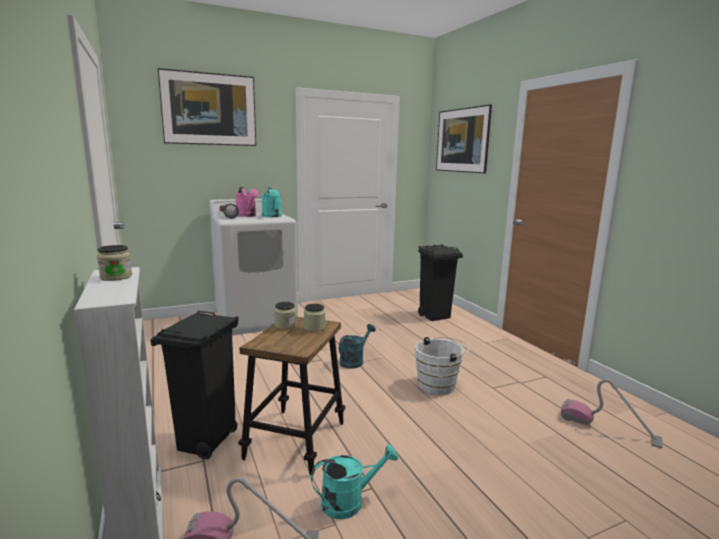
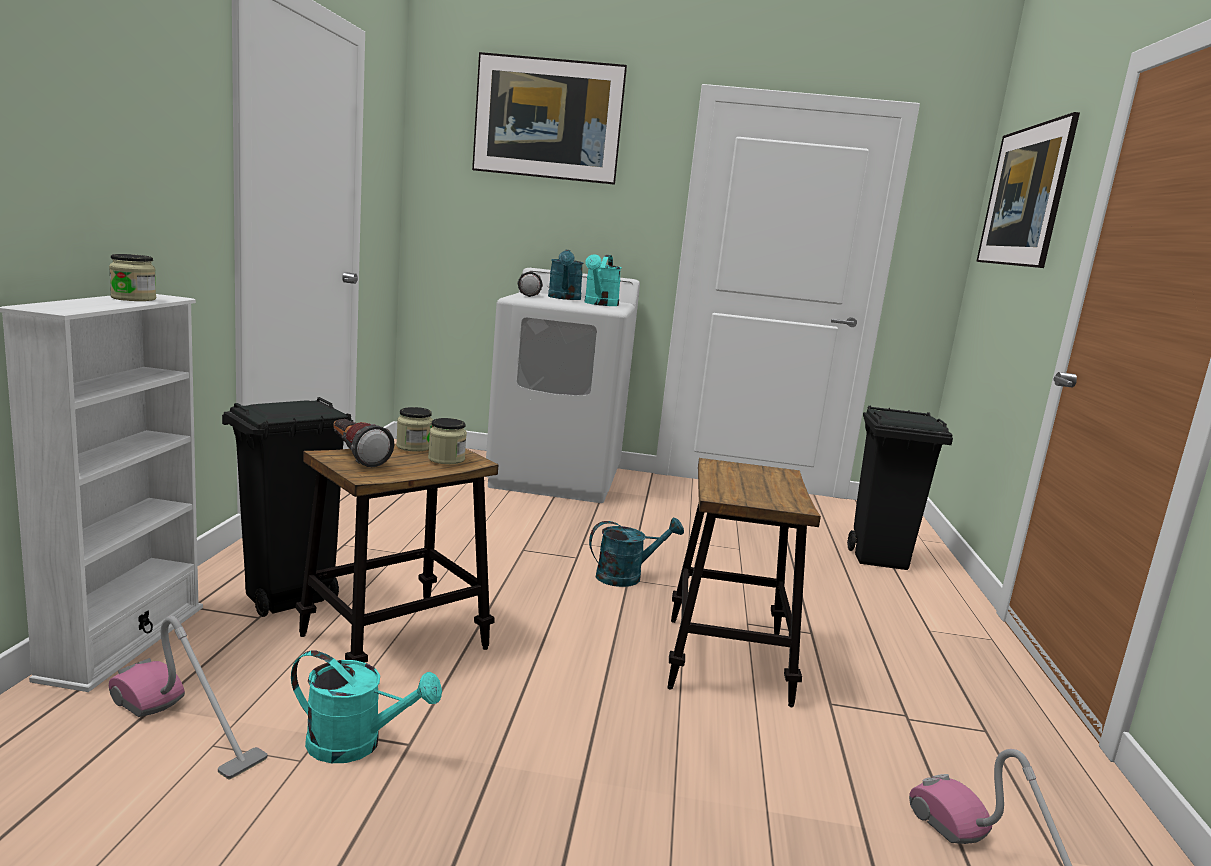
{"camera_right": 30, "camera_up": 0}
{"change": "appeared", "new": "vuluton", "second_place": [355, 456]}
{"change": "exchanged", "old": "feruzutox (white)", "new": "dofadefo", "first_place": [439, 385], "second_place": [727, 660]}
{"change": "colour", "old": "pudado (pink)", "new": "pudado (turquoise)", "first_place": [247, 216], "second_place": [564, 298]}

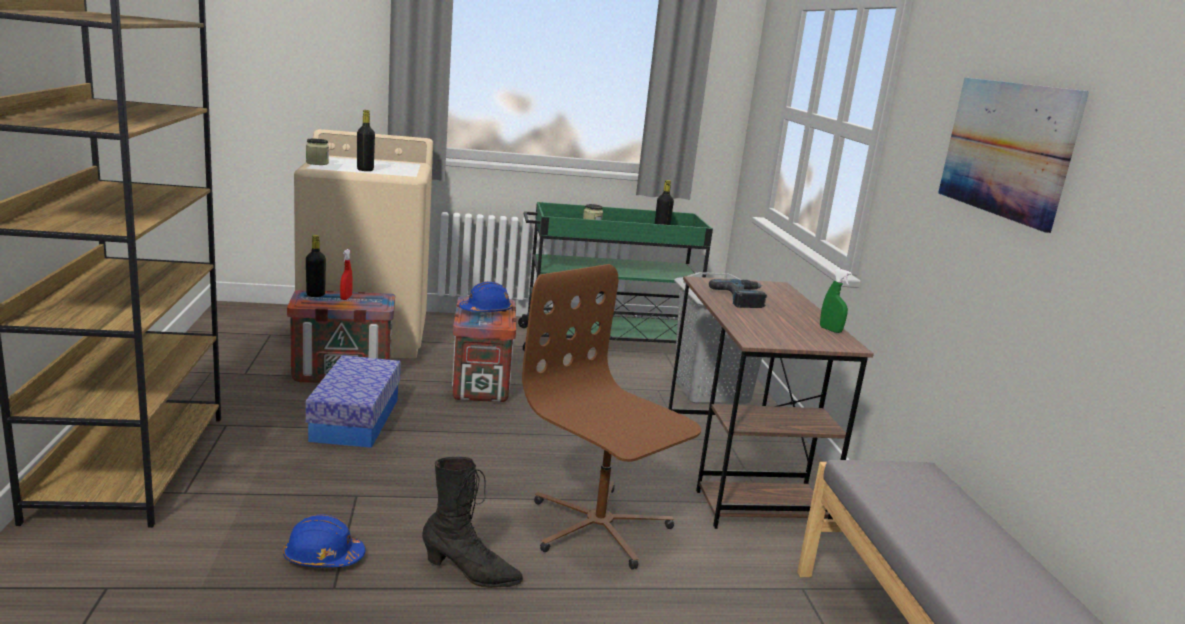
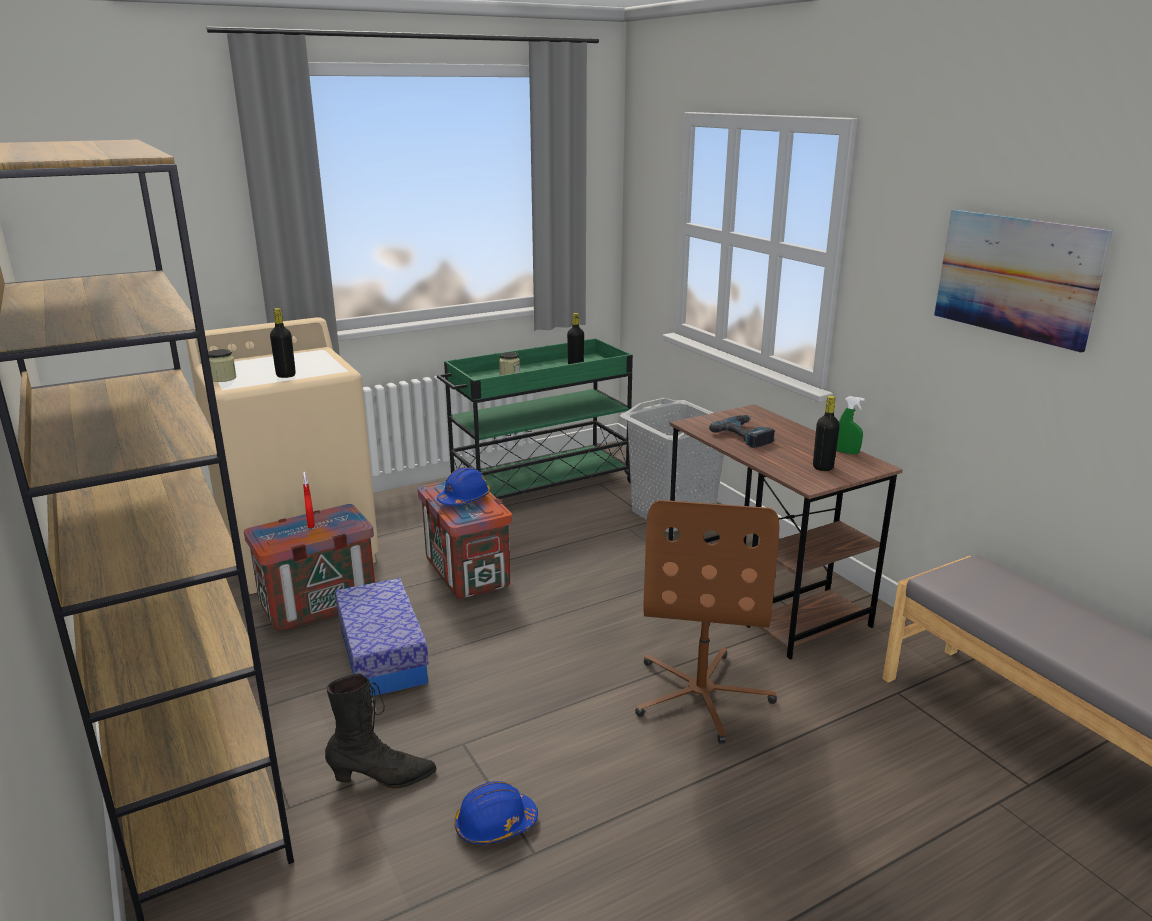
{"camera_right": -20, "camera_up": 5}
{"change": "relocated", "old": "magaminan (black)", "first_place": [315, 295], "second_place": [823, 467]}
{"change": "relocated", "old": "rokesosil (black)", "first_place": [470, 573], "second_place": [383, 778]}
{"change": "spun", "old": "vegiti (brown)", "first_place": [598, 527], "second_place": [701, 694], "degrees": -105}

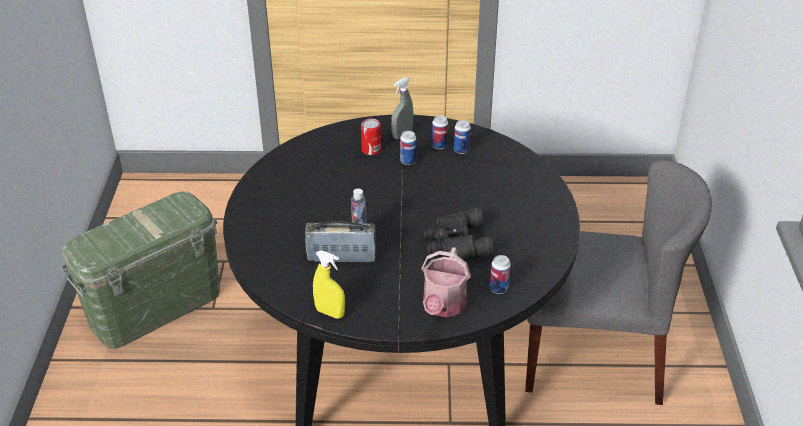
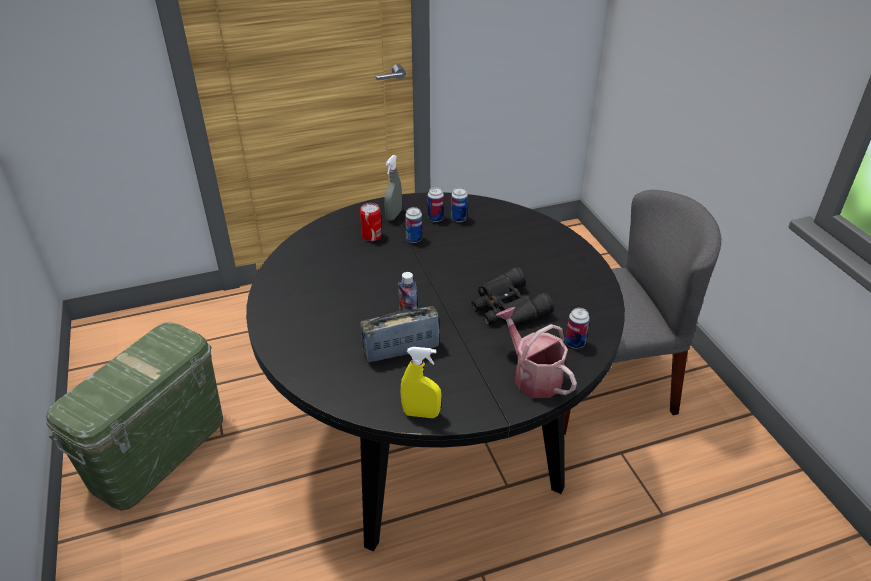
{"camera_right": -20, "camera_up": 0}
{"change": "spun", "old": "pudado", "first_place": [443, 306], "second_place": [533, 375], "degrees": 150}

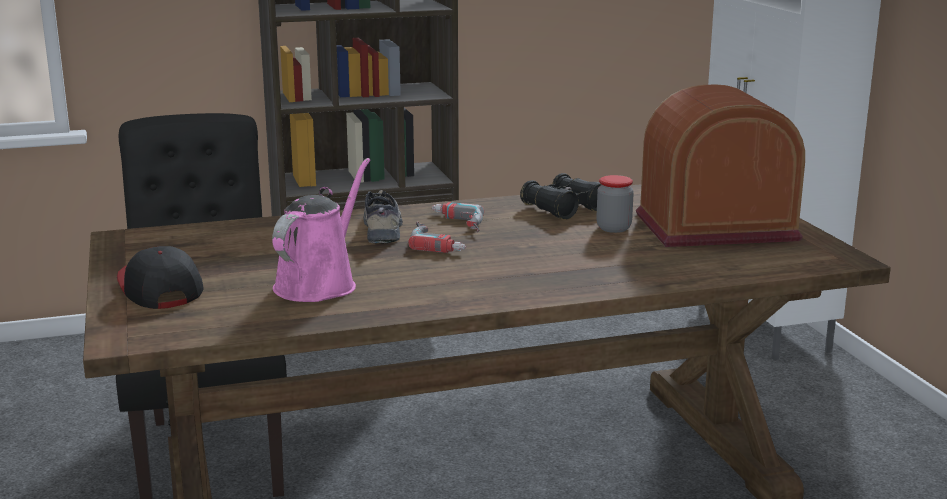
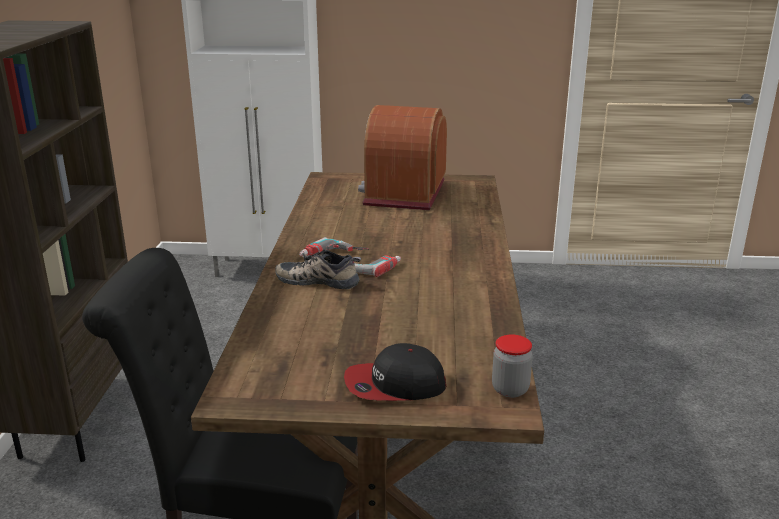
{"camera_right": -70, "camera_up": 5}
{"change": "missing", "old": "pudado (pink)", "first_place": [319, 284]}
{"change": "missing", "old": "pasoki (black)", "first_place": [564, 209]}
{"change": "relocated", "old": "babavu", "first_place": [613, 228], "second_place": [510, 389]}

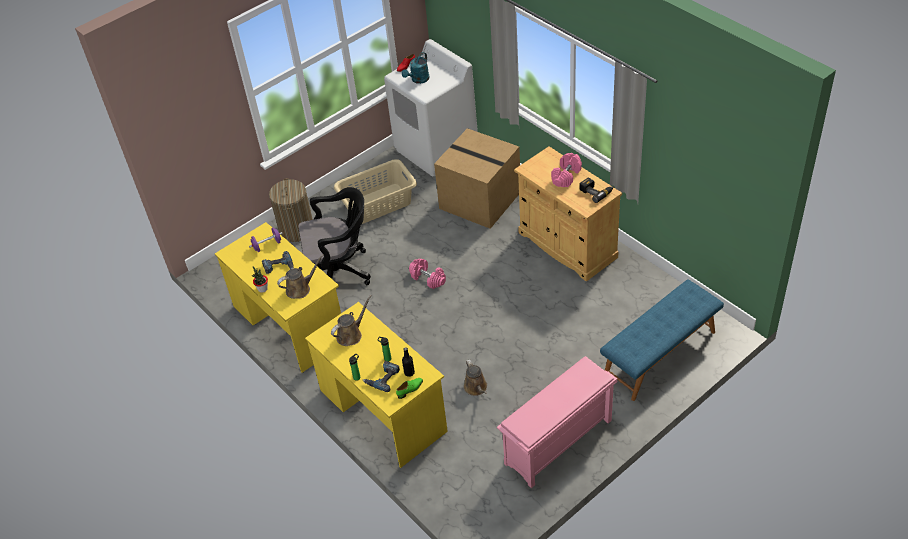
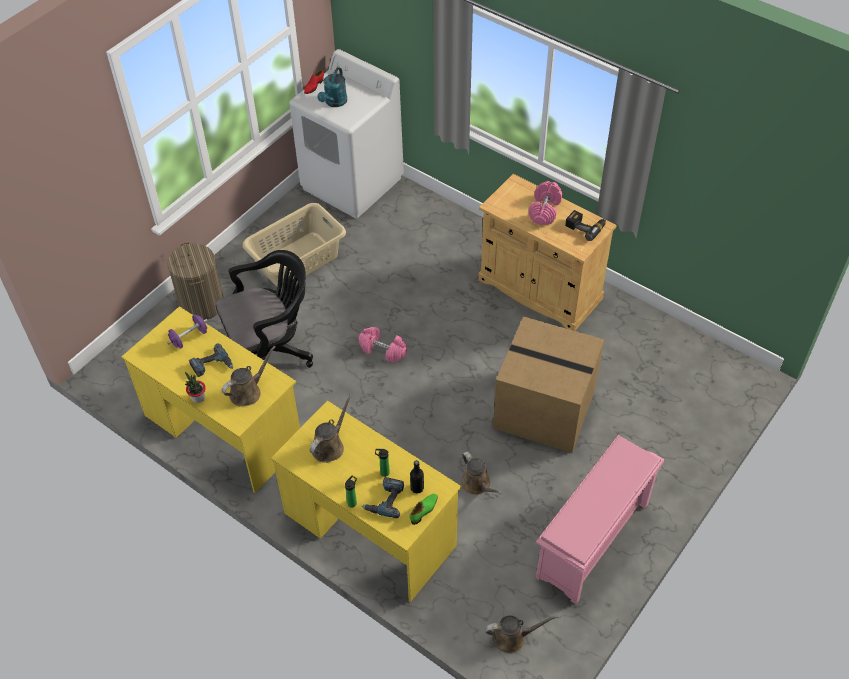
{"camera_right": -15, "camera_up": 5}
{"change": "missing", "old": "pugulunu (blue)", "first_place": [660, 355]}
{"change": "appeared", "new": "pudado (brown)", "second_place": [512, 637]}
{"change": "relocated", "old": "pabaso", "first_place": [481, 200], "second_place": [546, 407]}

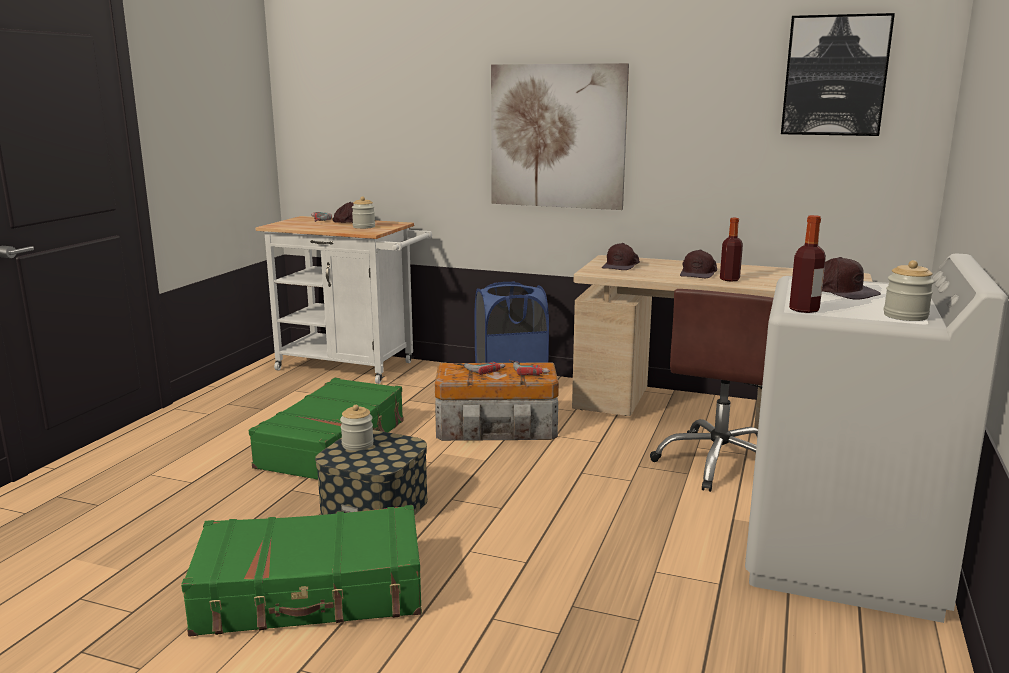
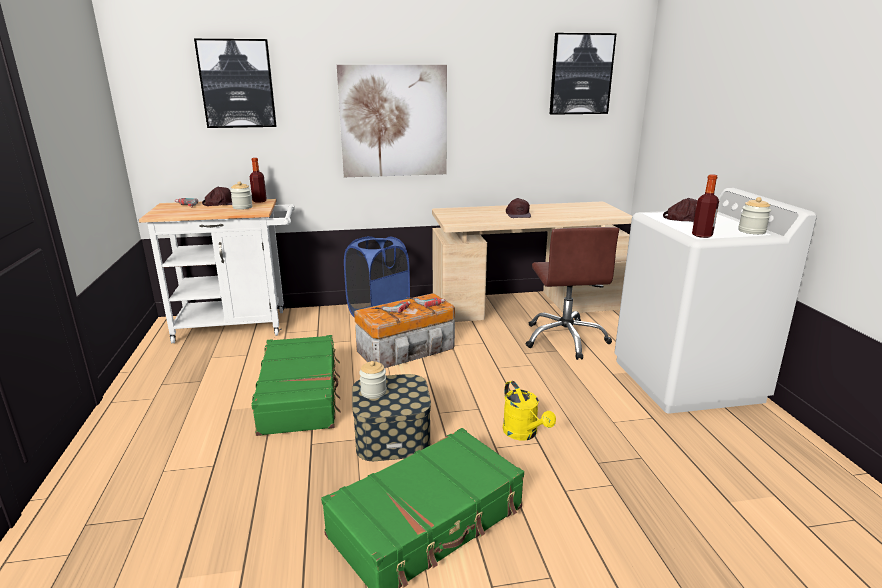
{"camera_right": -30, "camera_up": 5}
{"change": "missing", "old": "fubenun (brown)", "first_place": [621, 266]}
{"change": "appeared", "new": "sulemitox", "second_place": [237, 84]}
{"change": "appeared", "new": "pudado (yellow)", "second_place": [524, 434]}
{"change": "relocated", "old": "magaminan", "first_place": [729, 279], "second_place": [259, 201]}

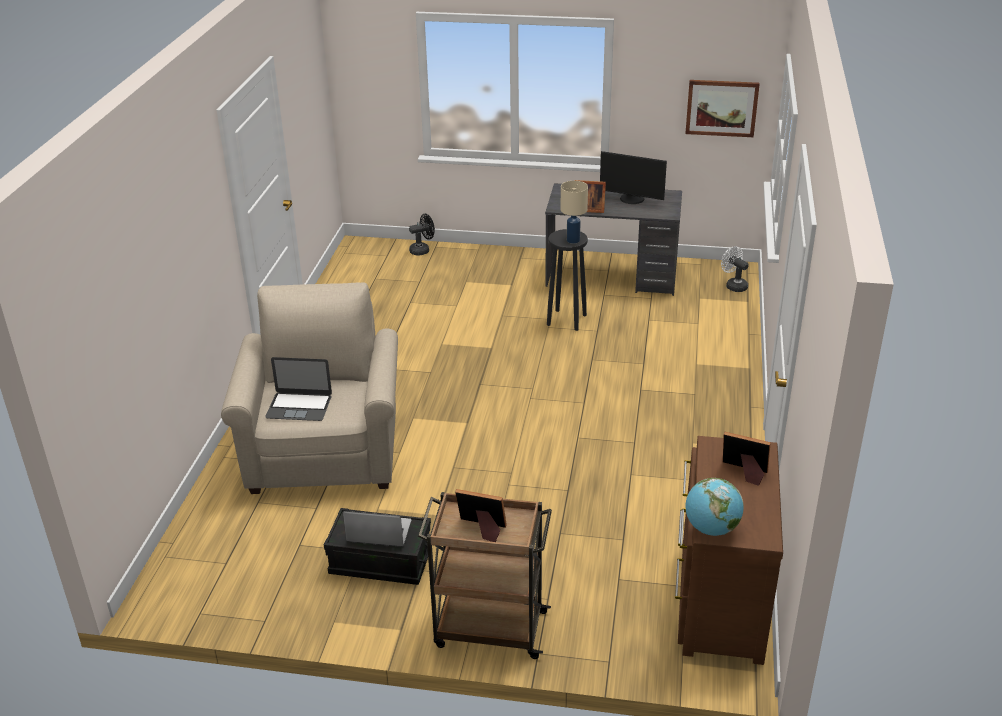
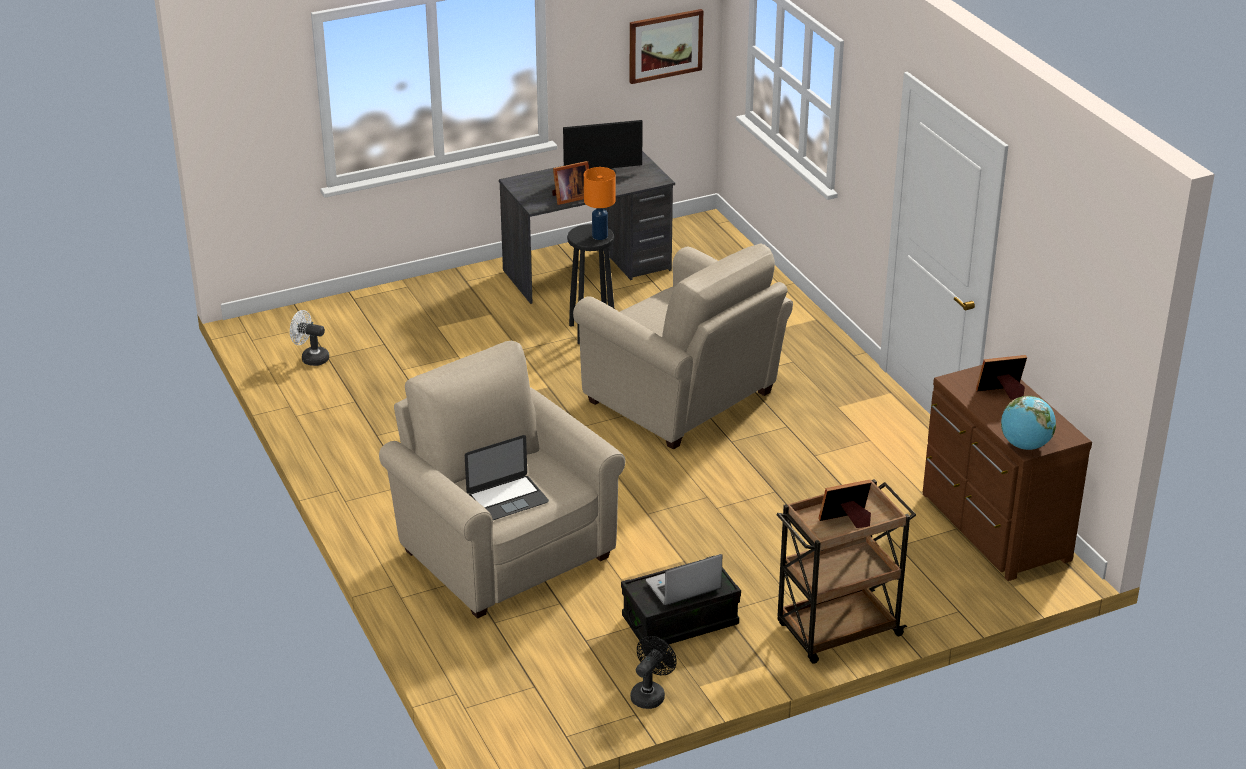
{"camera_right": -35, "camera_up": 0}
{"change": "appeared", "new": "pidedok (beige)", "second_place": [685, 400]}
{"change": "relocated", "old": "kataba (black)", "first_place": [422, 250], "second_place": [650, 694]}
{"change": "relocated", "old": "kataba (white)", "first_place": [734, 285], "second_place": [311, 358]}
{"change": "colour", "old": "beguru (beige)", "new": "beguru (orange)", "first_place": [572, 240], "second_place": [599, 236]}

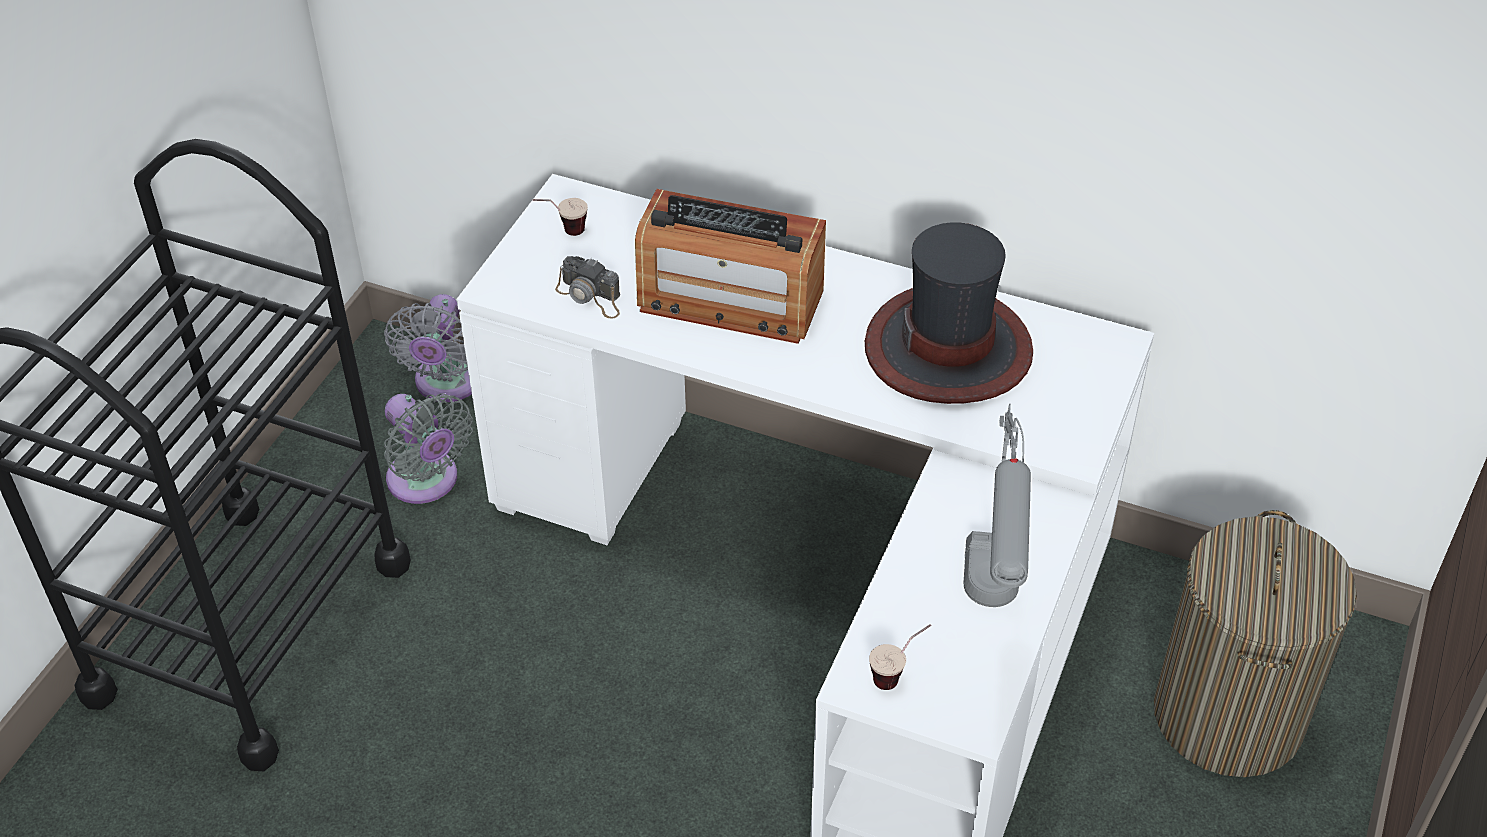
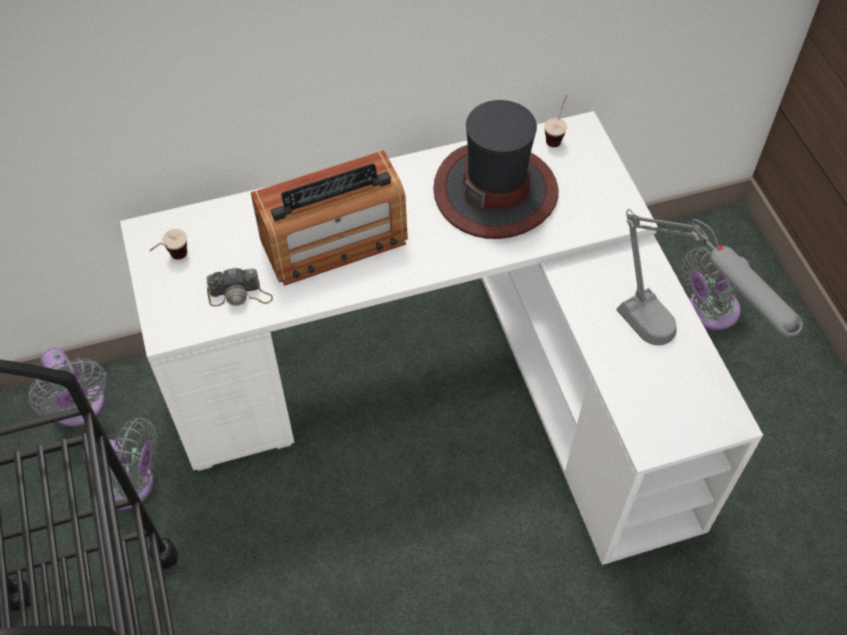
{"camera_right": -40, "camera_up": 10}
{"change": "relocated", "old": "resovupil", "first_place": [898, 674], "second_place": [556, 135]}
{"change": "exchanged", "old": "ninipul", "new": "kataba (grey)", "first_place": [1228, 716], "second_place": [708, 310]}

